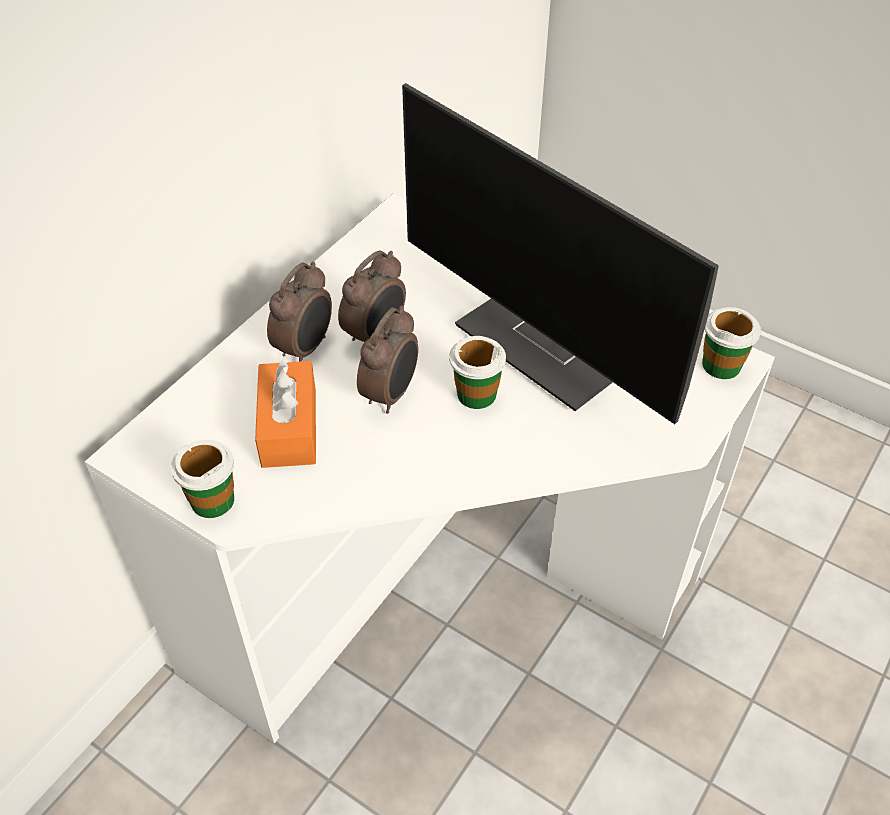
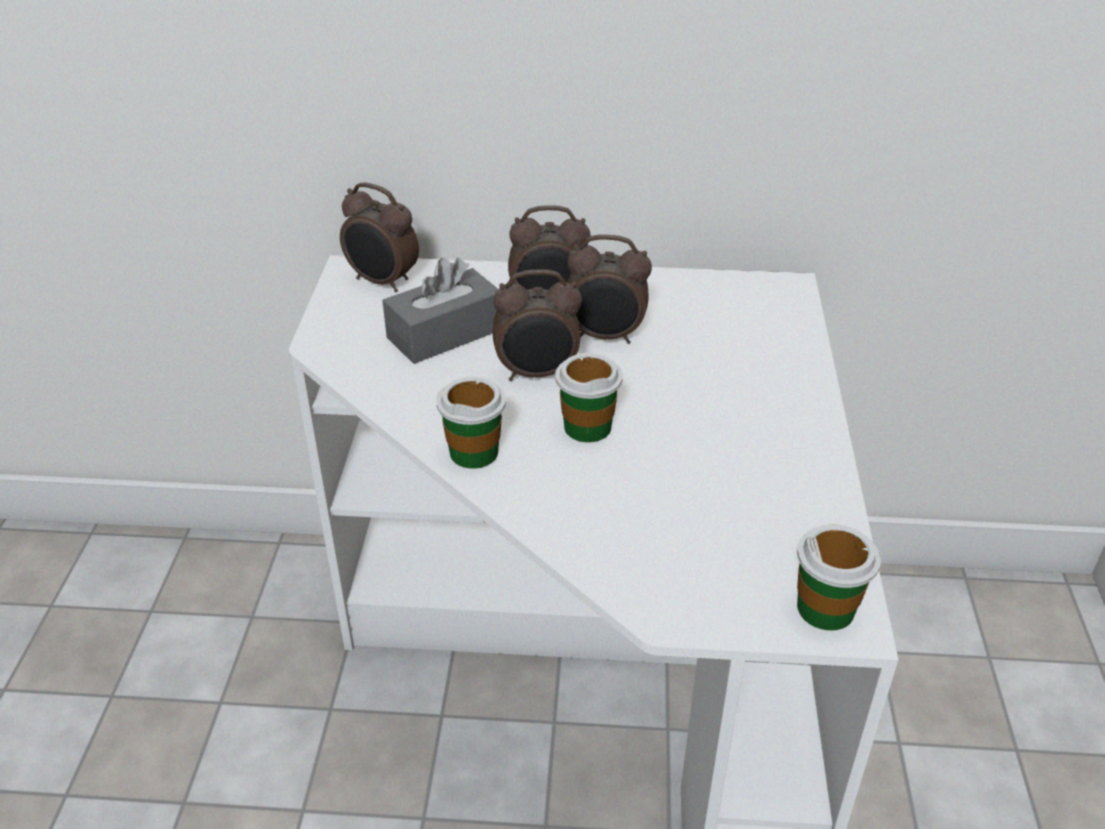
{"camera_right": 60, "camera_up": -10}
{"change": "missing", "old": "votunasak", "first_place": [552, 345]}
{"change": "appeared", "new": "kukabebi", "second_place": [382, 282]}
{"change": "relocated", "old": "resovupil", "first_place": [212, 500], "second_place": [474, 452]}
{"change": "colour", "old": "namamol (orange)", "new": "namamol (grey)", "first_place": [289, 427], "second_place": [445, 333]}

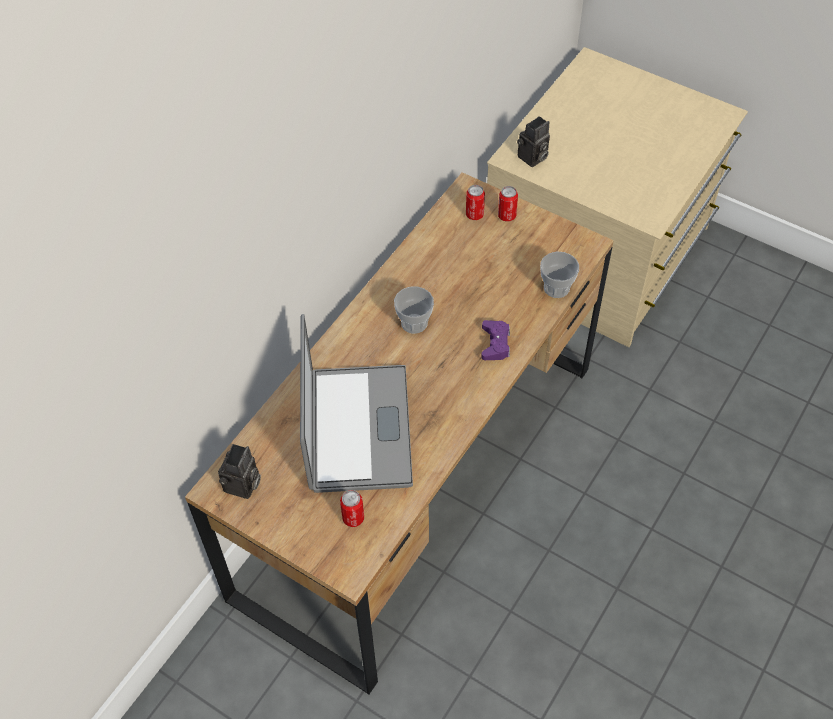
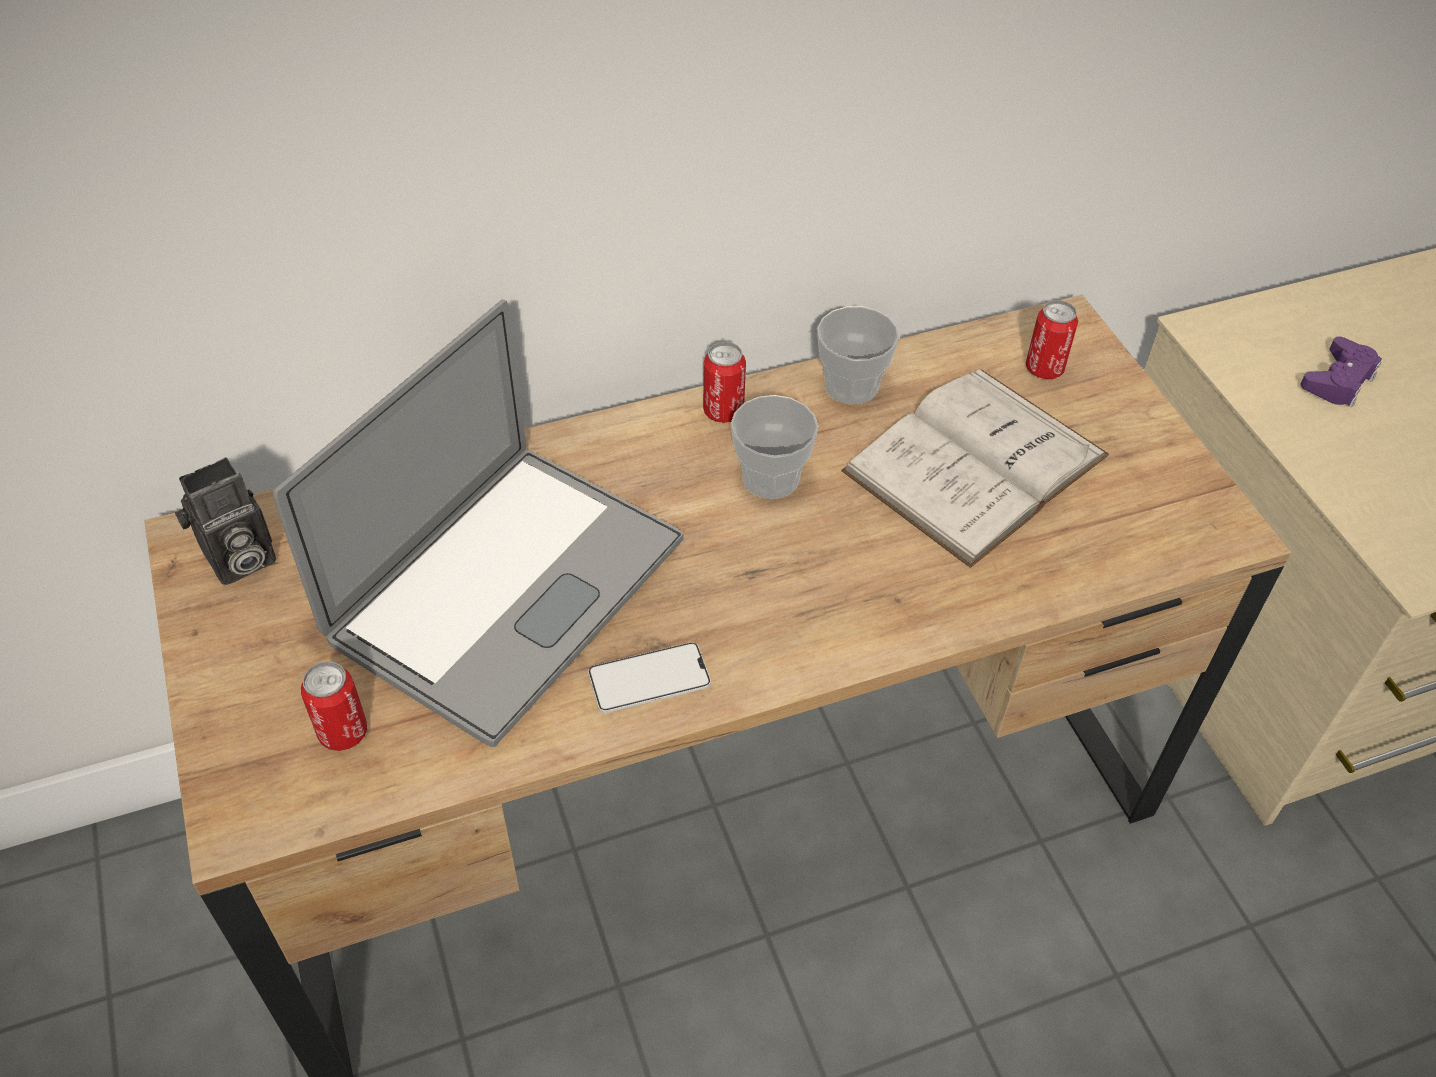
{"camera_right": 35, "camera_up": -5}
{"change": "missing", "old": "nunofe", "first_place": [532, 158]}
{"change": "appeared", "new": "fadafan", "second_place": [649, 678]}
{"change": "appeared", "new": "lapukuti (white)", "second_place": [975, 463]}
{"change": "relocated", "old": "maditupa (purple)", "first_place": [495, 344], "second_place": [1338, 380]}
{"change": "relocated", "old": "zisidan", "first_place": [507, 216], "second_place": [723, 411]}
{"change": "relocated", "old": "resovupil", "first_place": [556, 288], "second_place": [851, 386]}

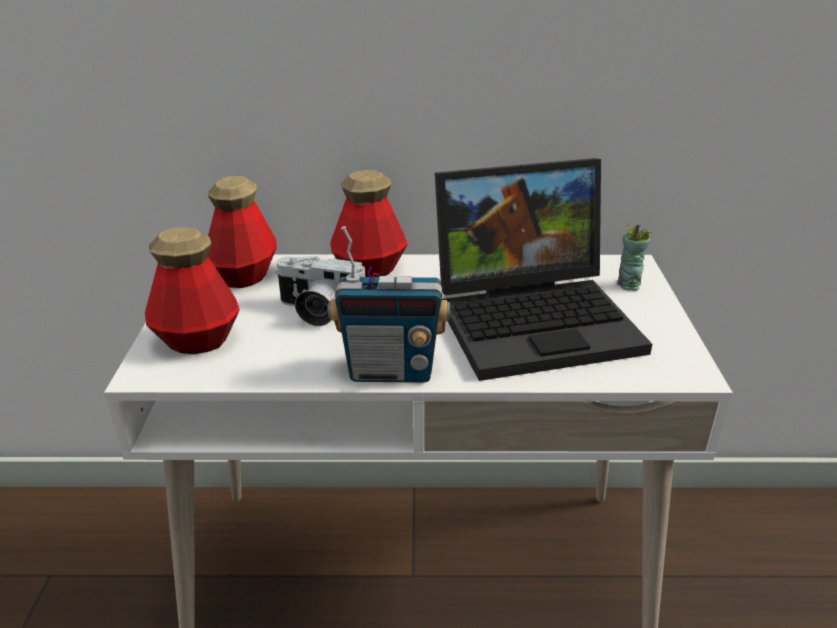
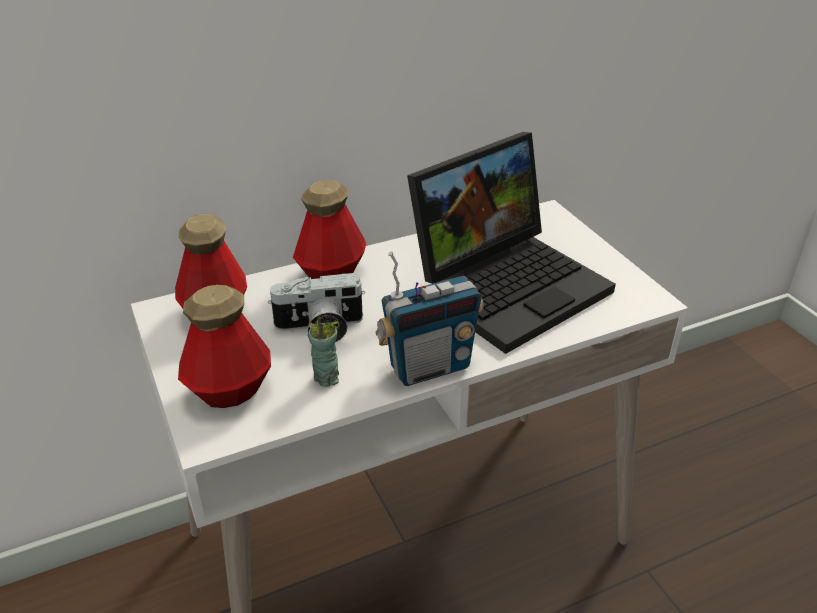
{"camera_right": -25, "camera_up": 5}
{"change": "relocated", "old": "resovupil", "first_place": [628, 285], "second_place": [326, 378]}

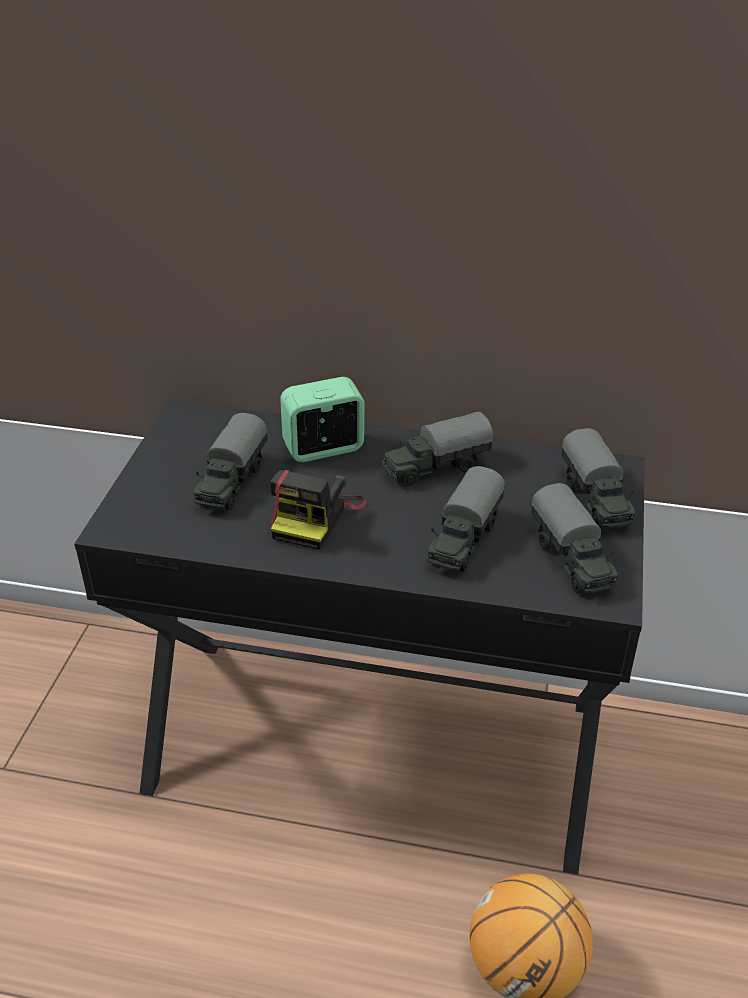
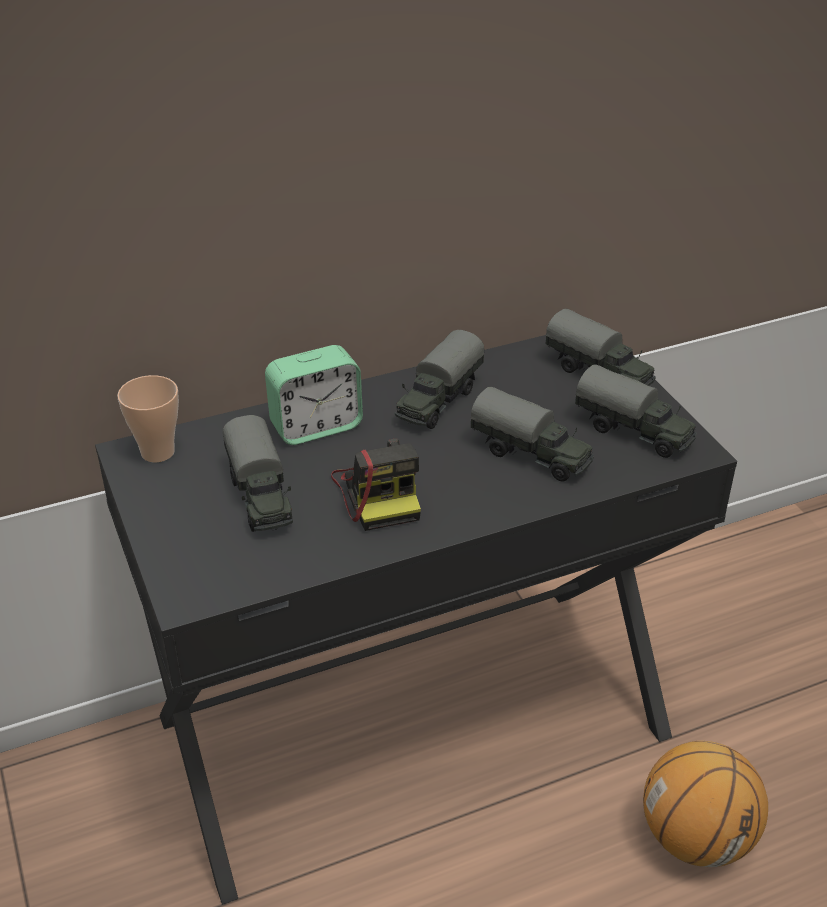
{"camera_right": -35, "camera_up": 0}
{"change": "appeared", "new": "resovupil", "second_place": [157, 452]}
{"change": "spun", "old": "kukabebi", "first_place": [324, 448], "second_place": [316, 426], "degrees": -150}
{"change": "spun", "old": "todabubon", "first_place": [463, 540], "second_place": [532, 455], "degrees": -45}

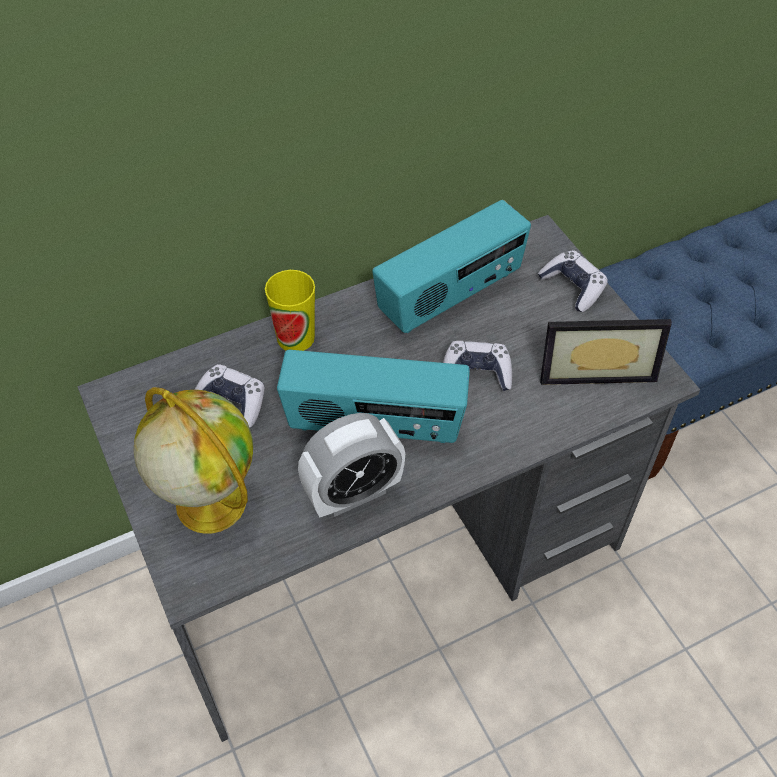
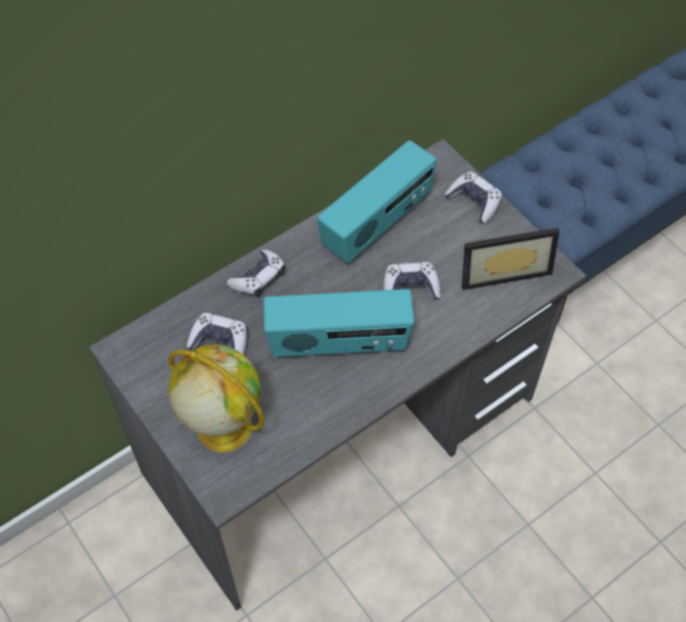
{"camera_right": -10, "camera_up": 5}
{"change": "missing", "old": "kukabebi", "first_place": [353, 493]}
{"change": "exchanged", "old": "resovupil", "new": "maditupa", "first_place": [295, 337], "second_place": [258, 278]}

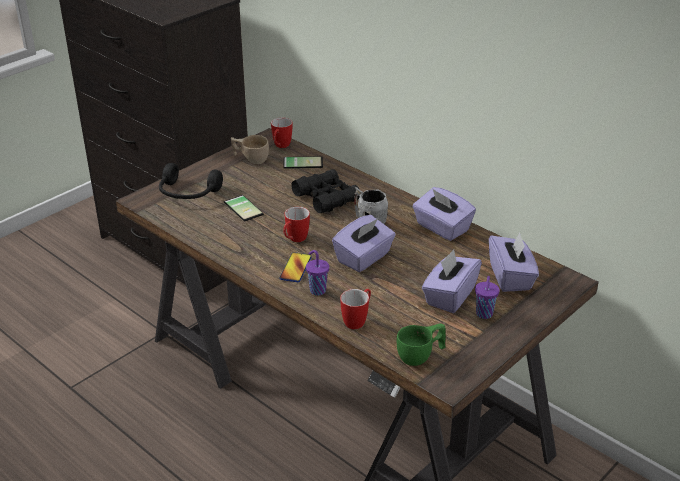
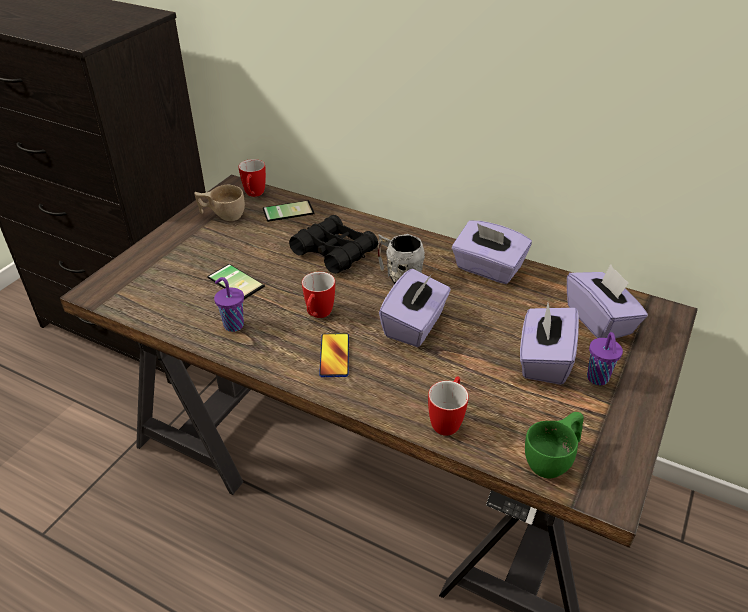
{"camera_right": -15, "camera_up": 5}
{"change": "missing", "old": "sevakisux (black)", "first_place": [187, 193]}
{"change": "relocated", "old": "resovupil (purple)", "first_place": [317, 290], "second_place": [232, 325]}

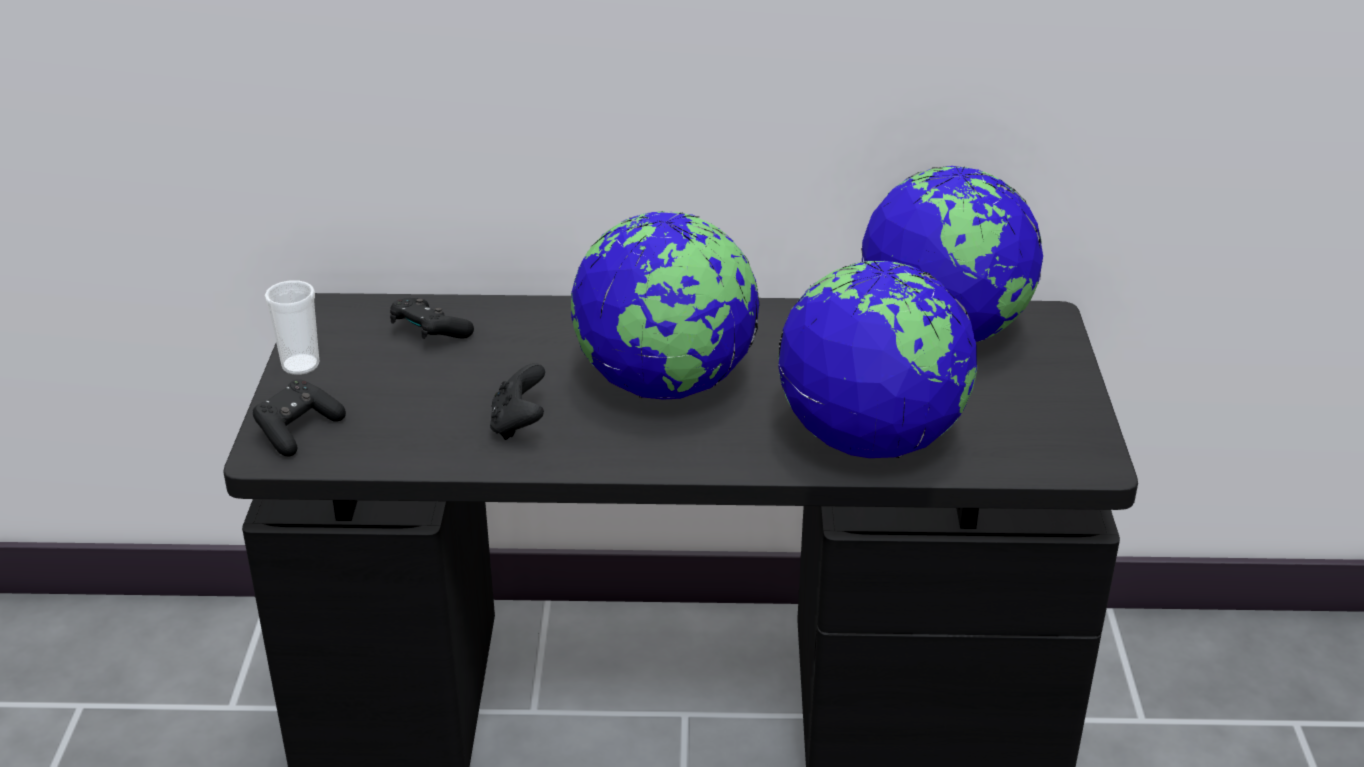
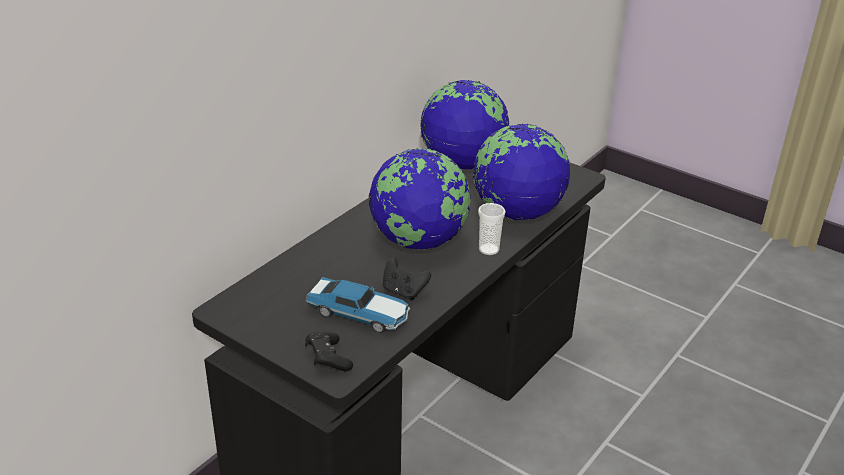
{"camera_right": -55, "camera_up": 0}
{"change": "missing", "old": "maditupa (black)", "first_place": [429, 333]}
{"change": "appeared", "new": "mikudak", "second_place": [360, 314]}
{"change": "relocated", "old": "resovupil", "first_place": [300, 365], "second_place": [488, 249]}

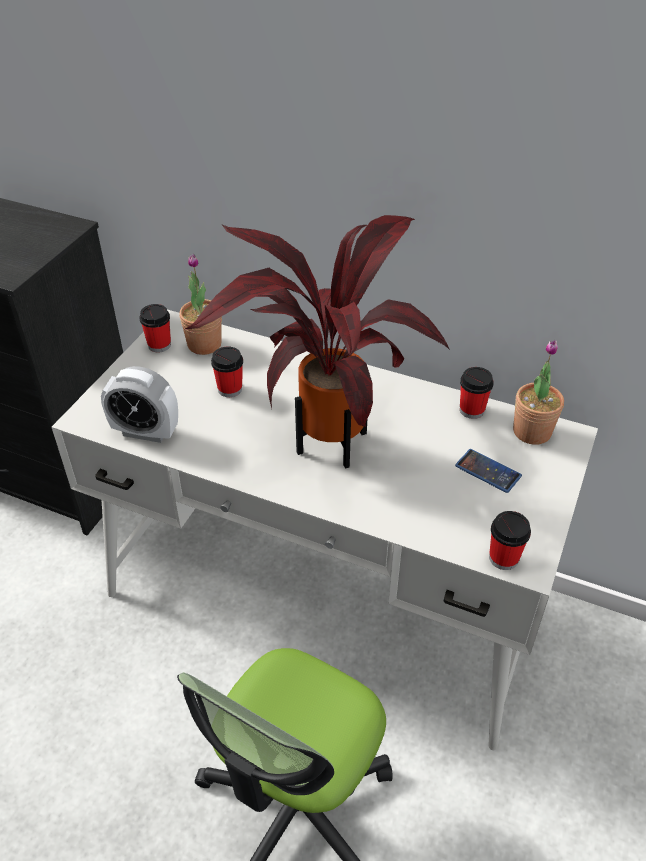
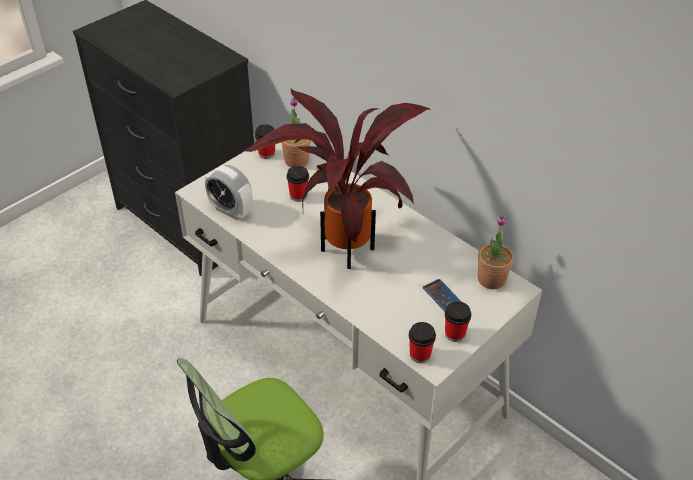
{"camera_right": 20, "camera_up": 0}
{"change": "relocated", "old": "resovupil", "first_place": [472, 410], "second_place": [455, 334]}

